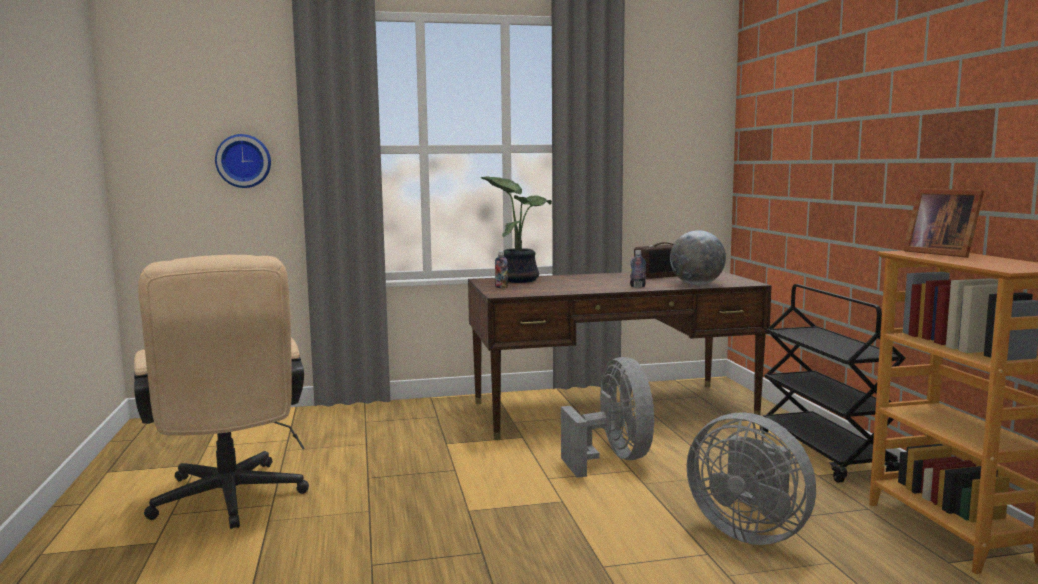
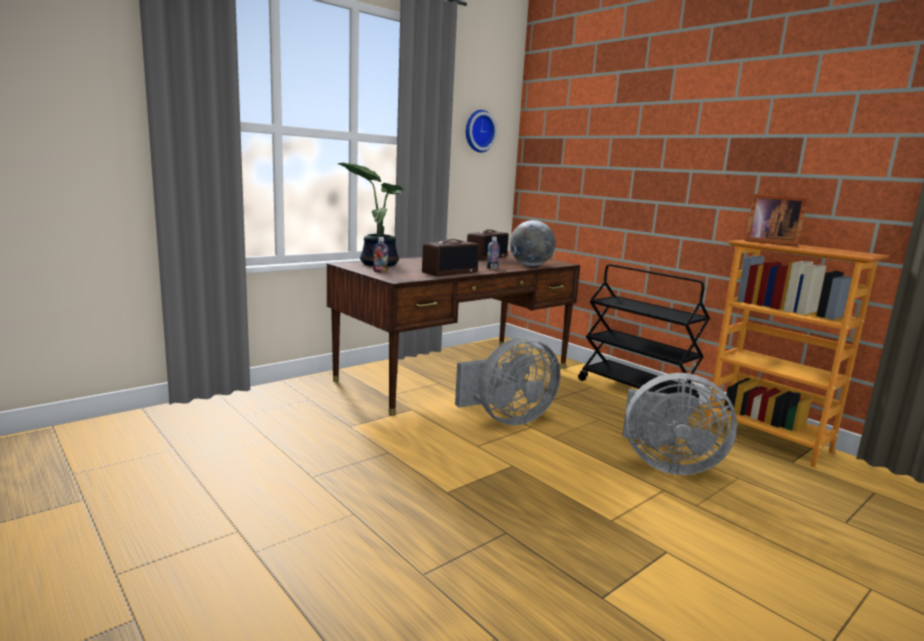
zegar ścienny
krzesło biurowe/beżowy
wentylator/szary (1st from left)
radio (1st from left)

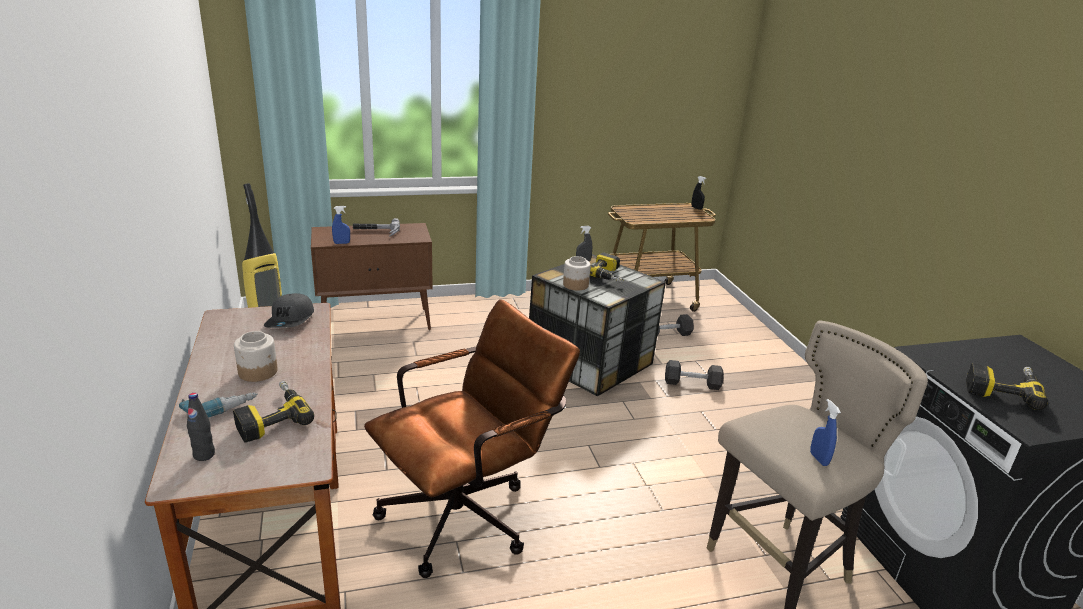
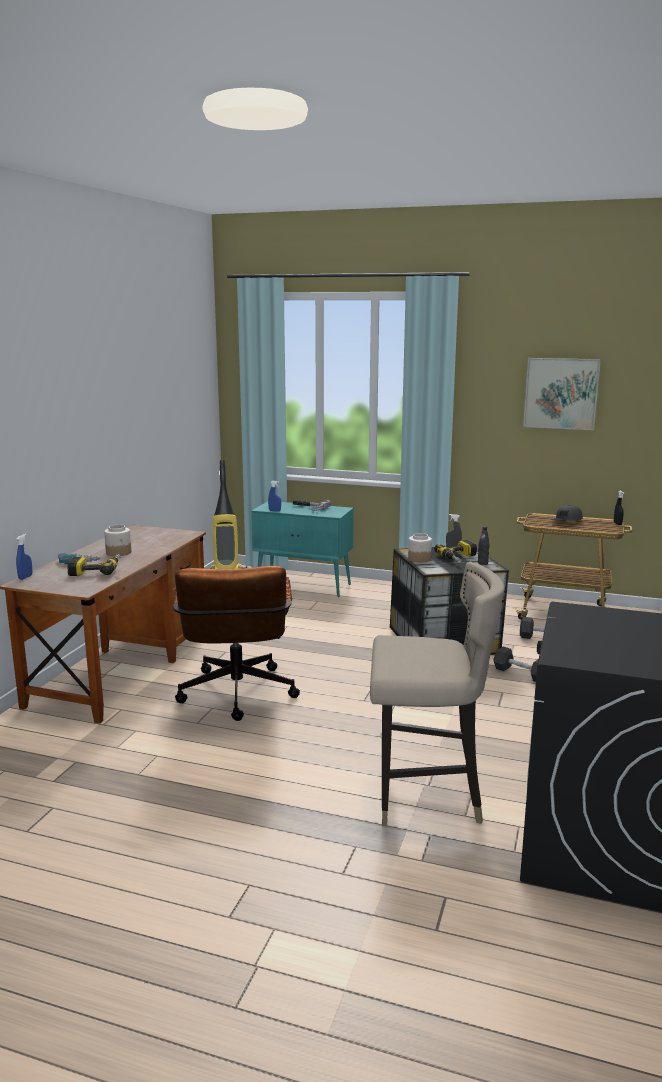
szafka/turkusowy
czapka z daszkiem/szary
krzesło biurowe/brązowy
wiertarka (4th from left in the first image)
butelka/czarny
spryskiwacz/niebieski (1st from left)
obraz

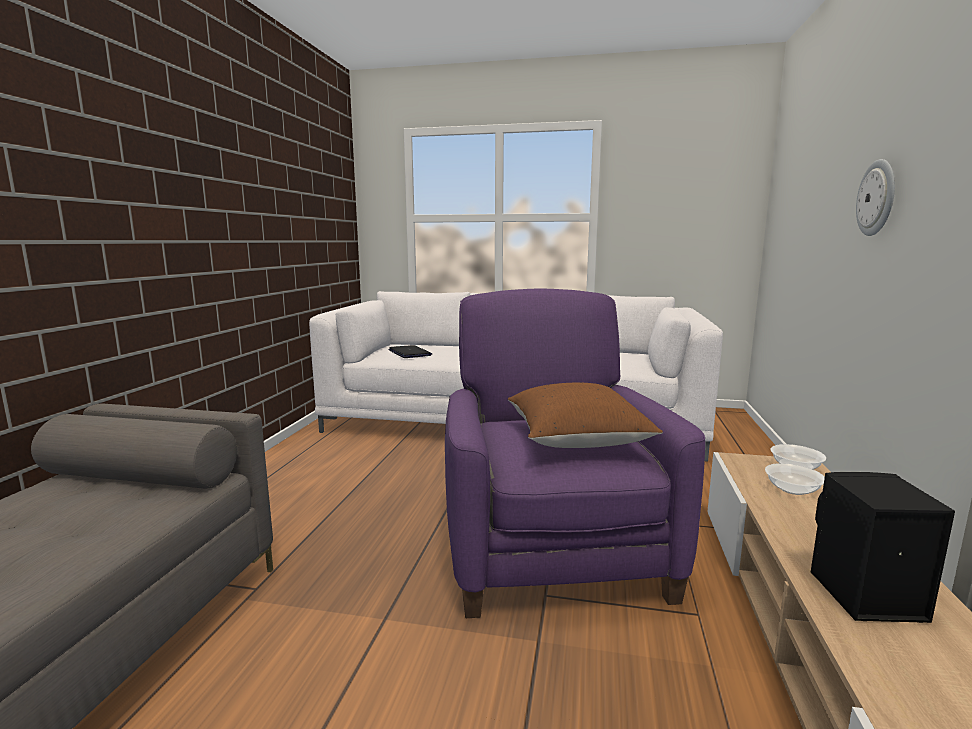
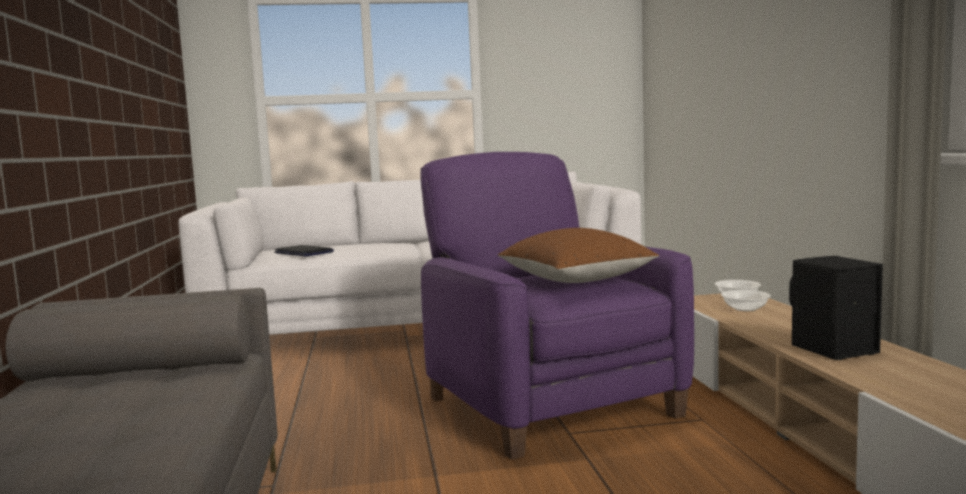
zegar ścienny

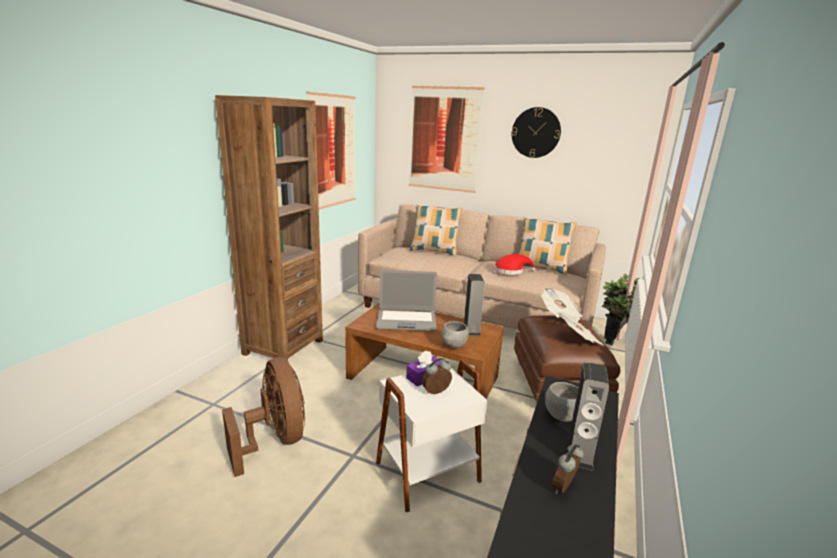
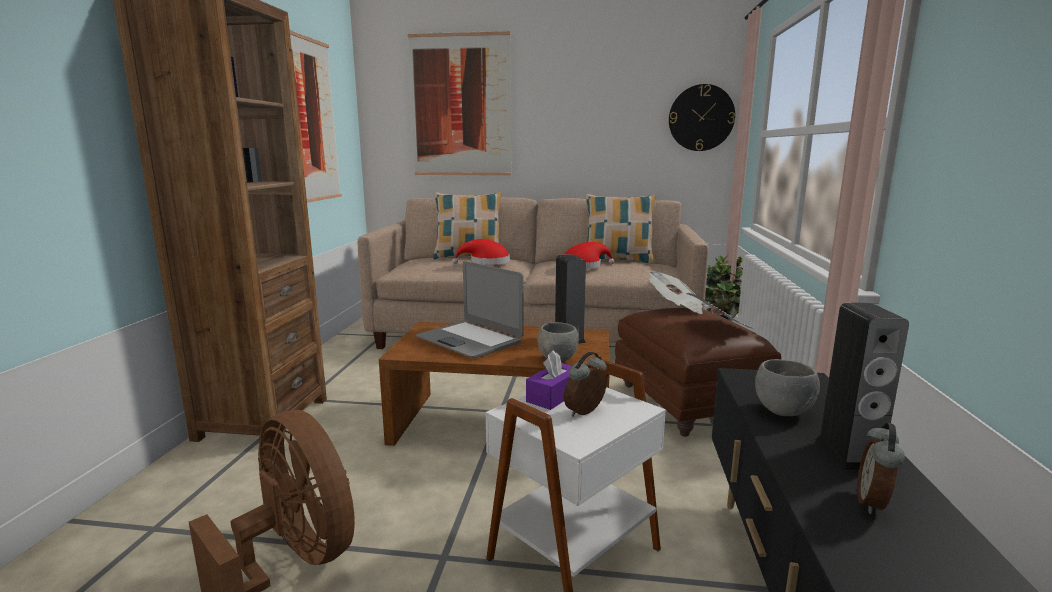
zegar ścienny
laptop
kapelusz/czerwony (1st from left)

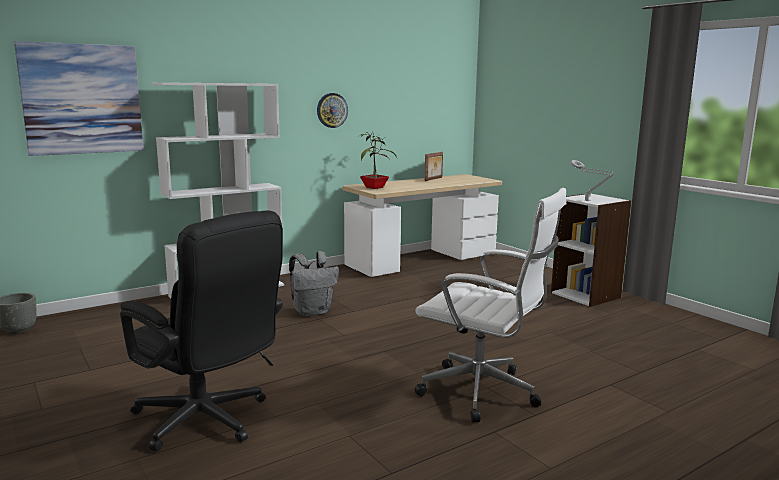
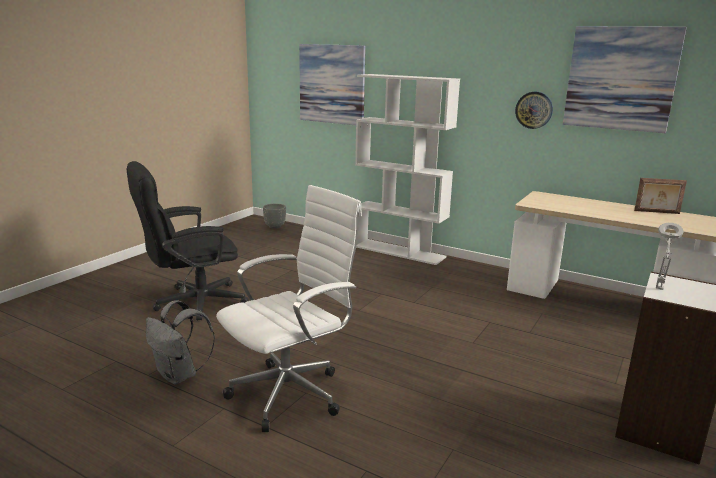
roślina doniczkowa
krzesło biurowe/biały
krzesło biurowe/czarny
plecak/szary
obraz (2nd from left)

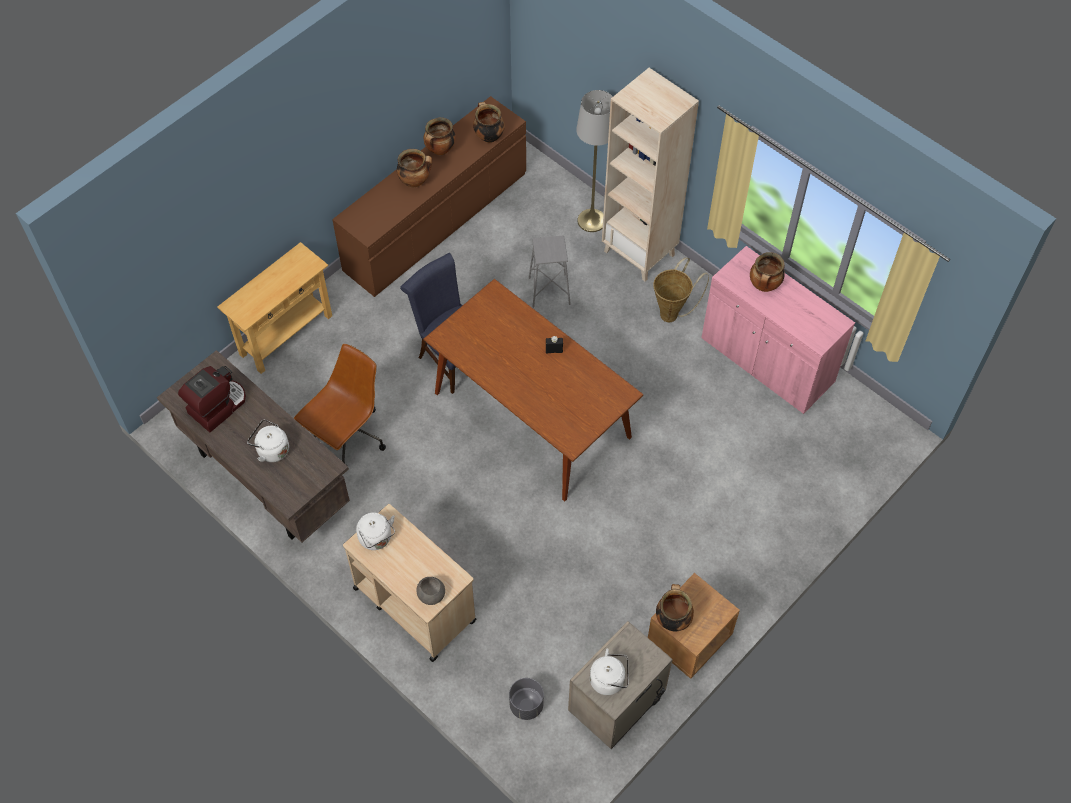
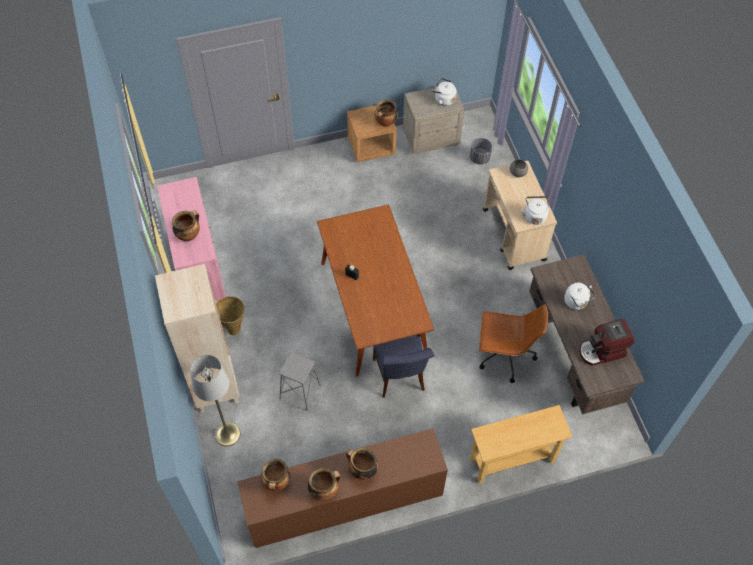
krzesło biurowe/brązowy

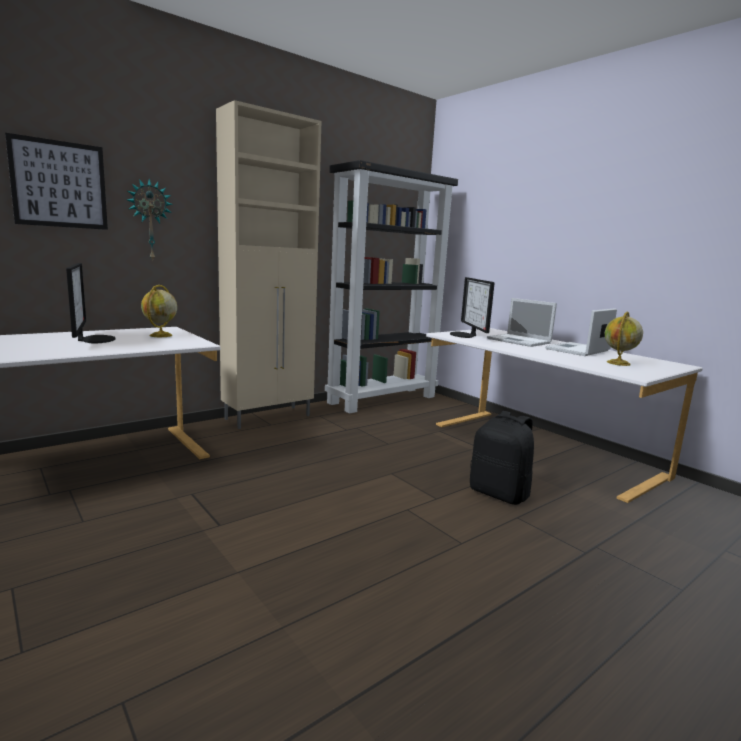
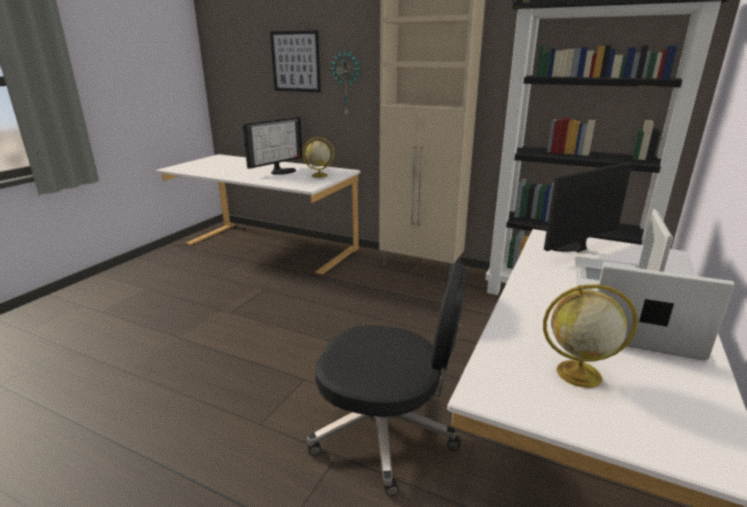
krzesło biurowe/czarny

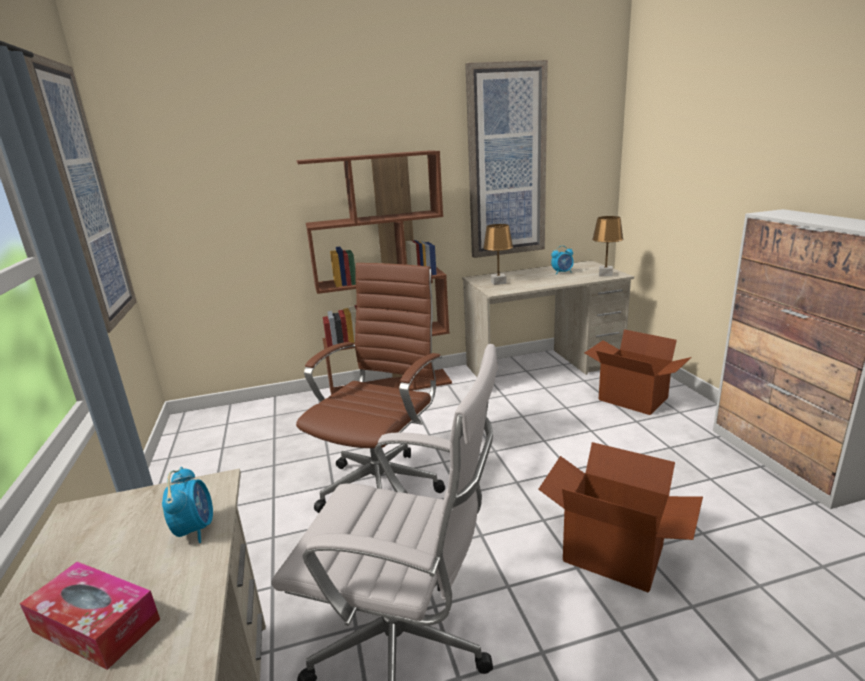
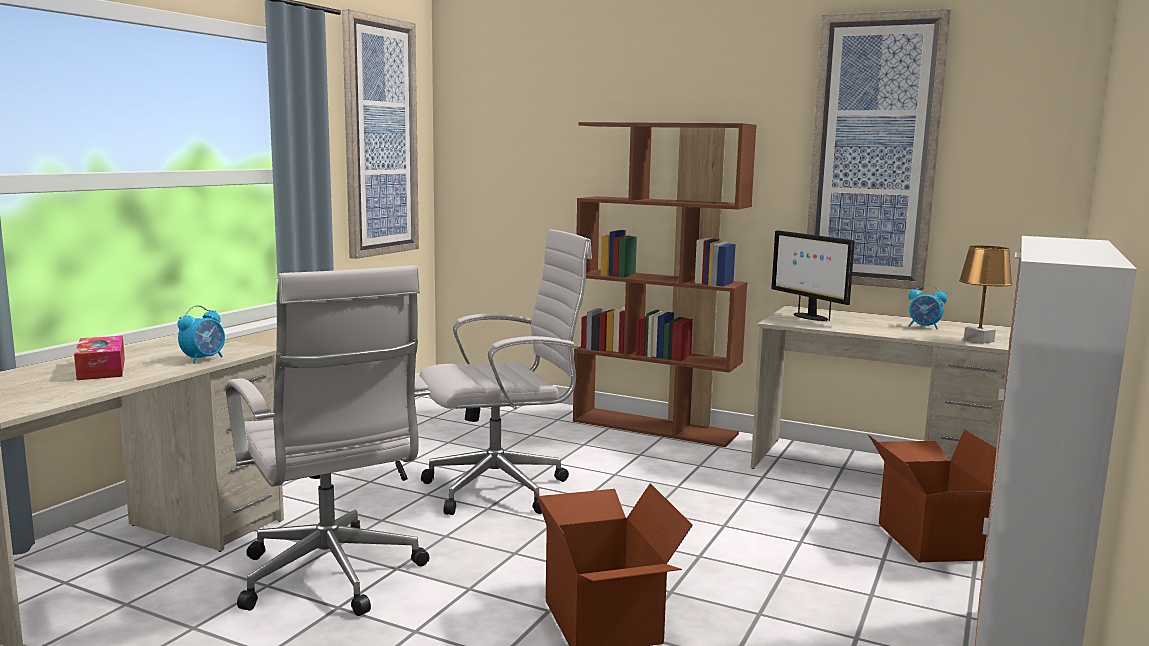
monitor
krzesło biurowe/biały (2nd from left)

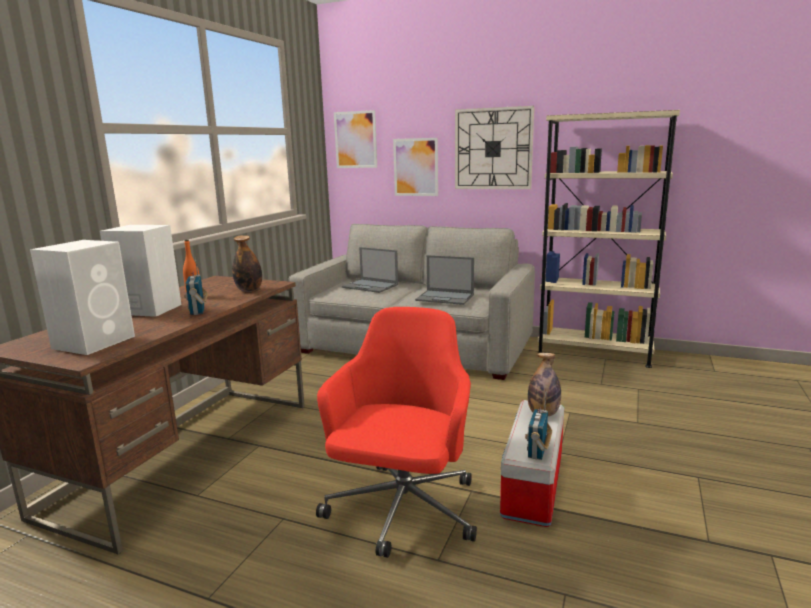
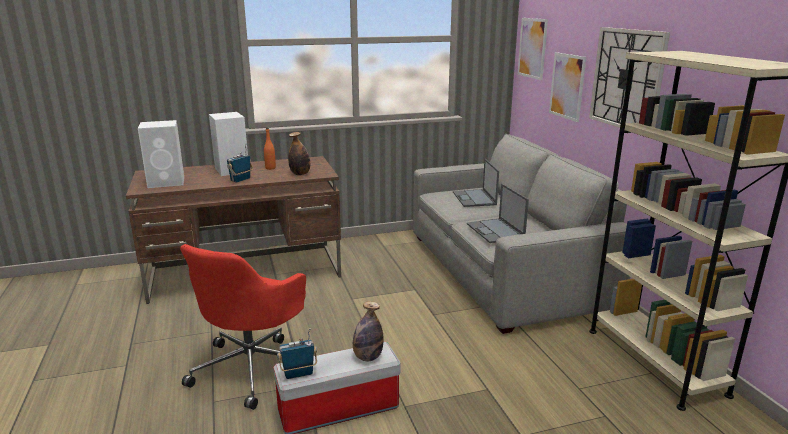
krzesło biurowe/czerwony

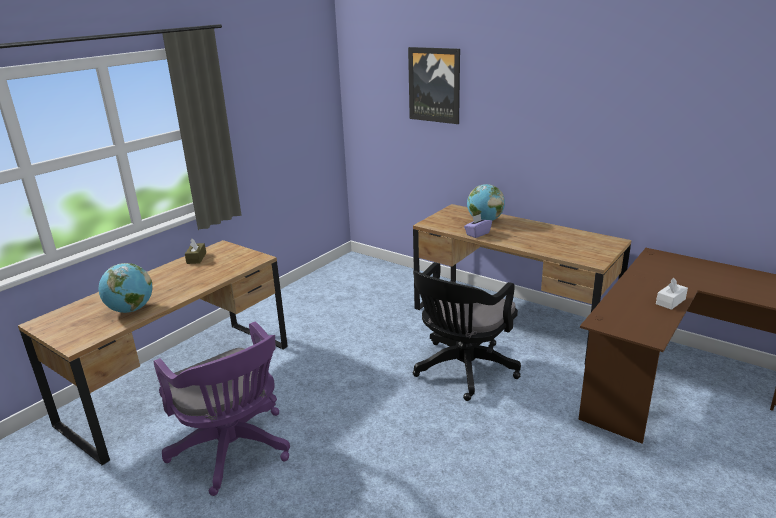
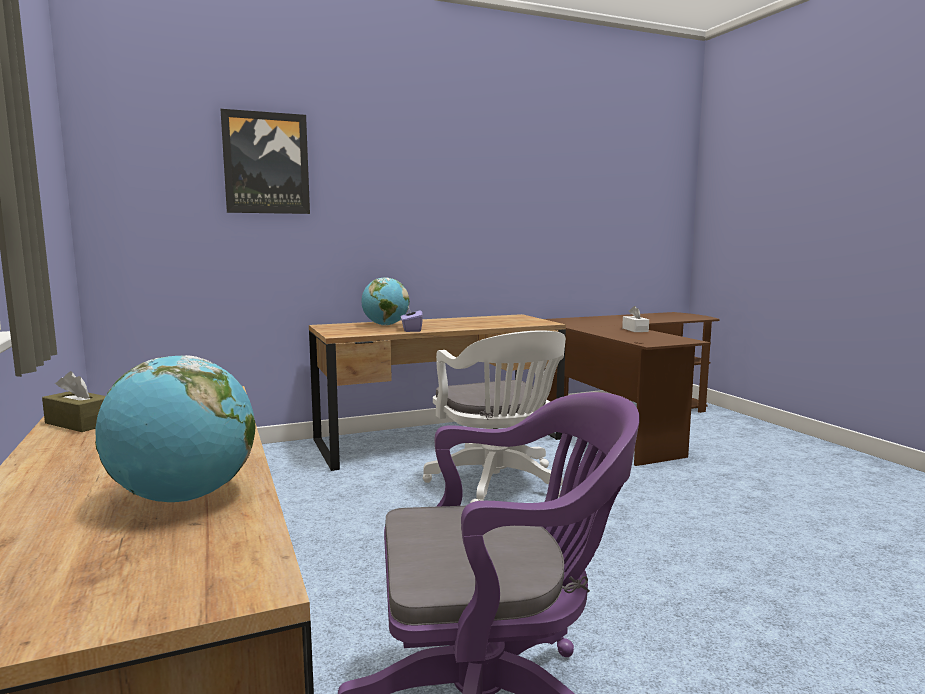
krzesło biurowe/biały

